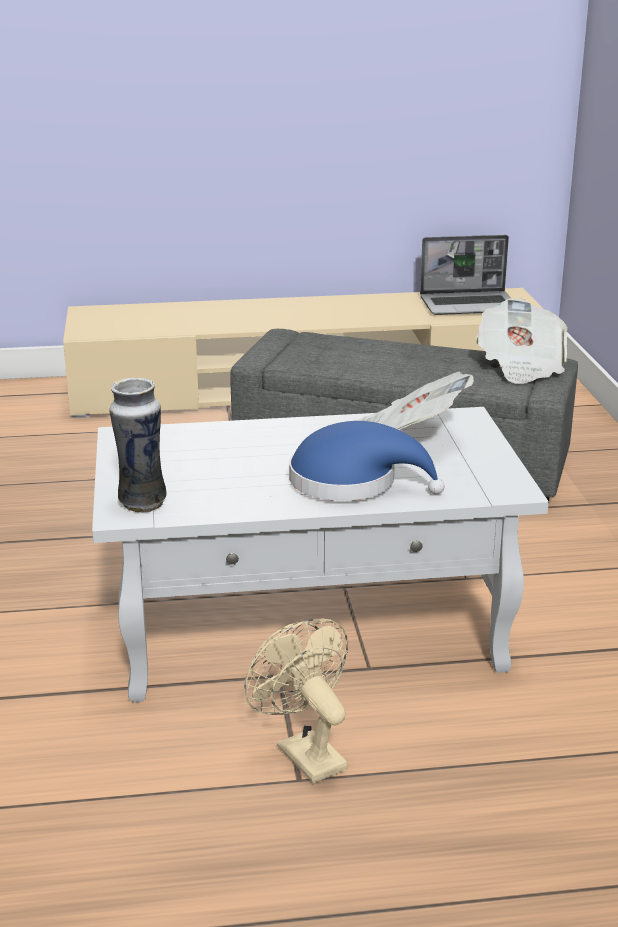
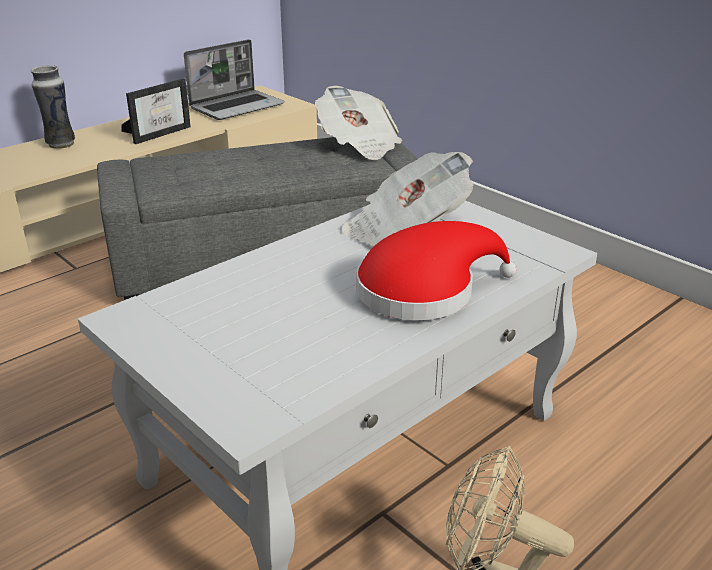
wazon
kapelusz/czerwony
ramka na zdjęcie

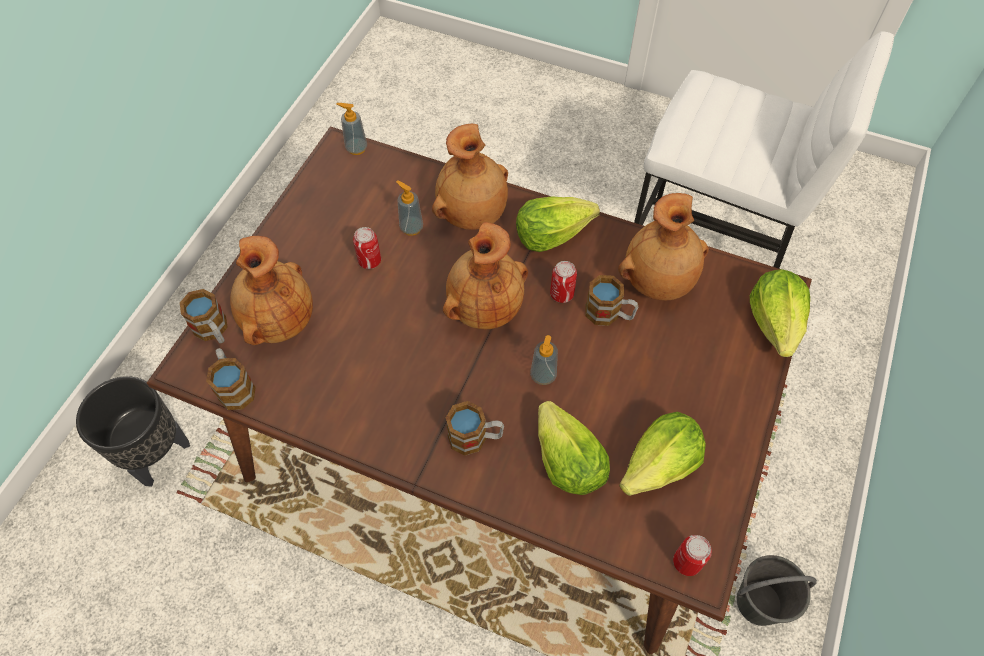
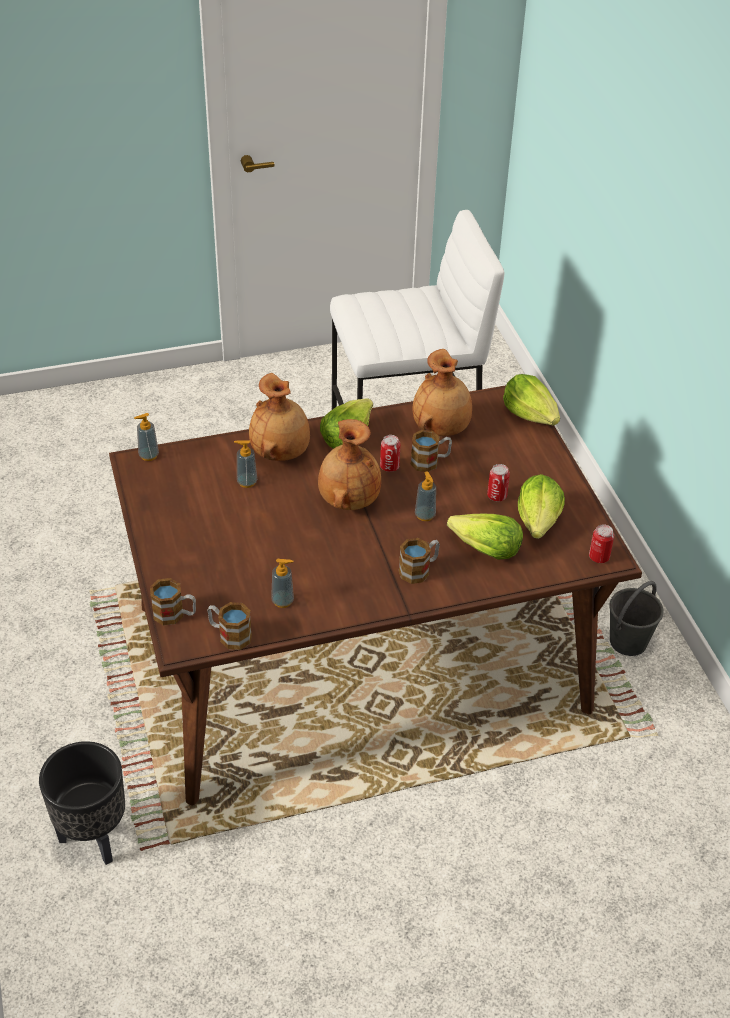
puszka (2nd from left)
wazon/brązowy (1st from left in the first image)
dozownik mydła (3rd from left)

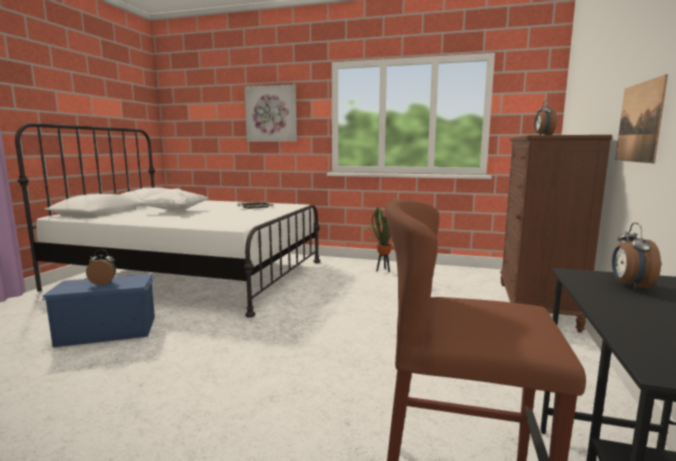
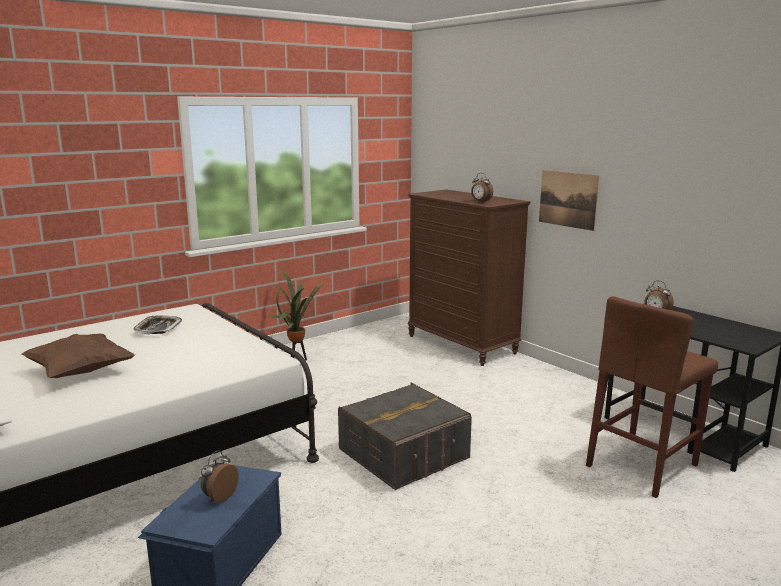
obraz (1st from left in the first image)
poduszka/brązowy
pojemnik do przechowywania/szary

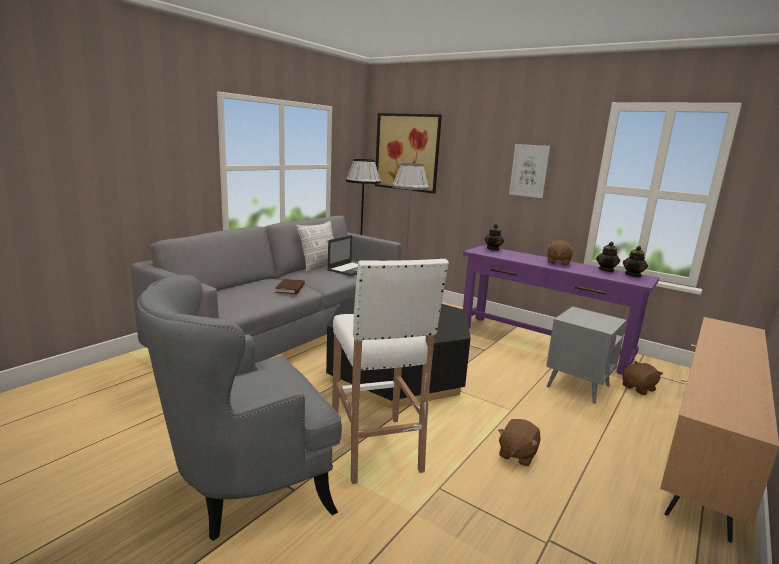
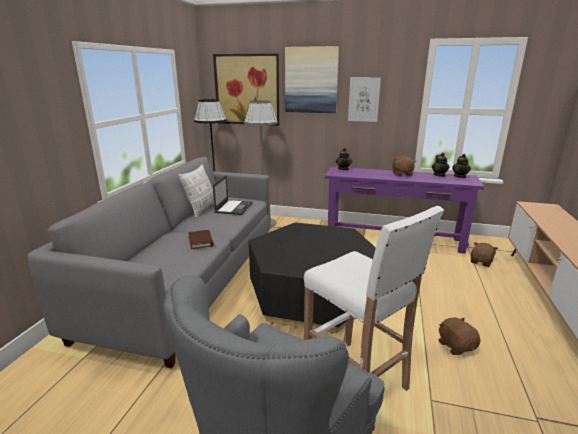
stolik/szary
pluszak/brązowy (2nd from left)
obraz (2nd from left)

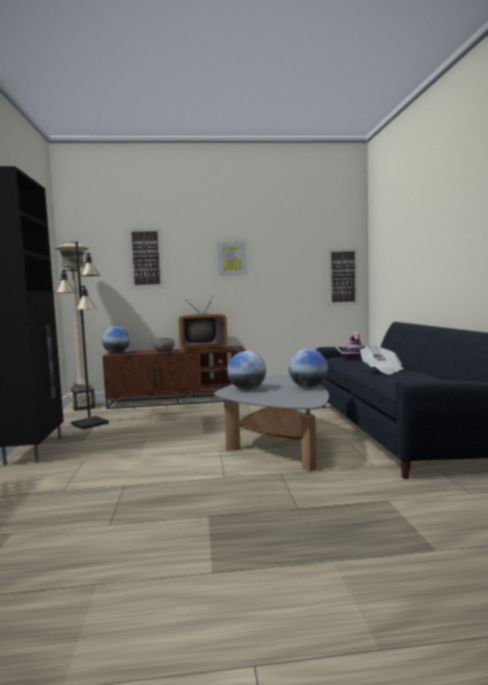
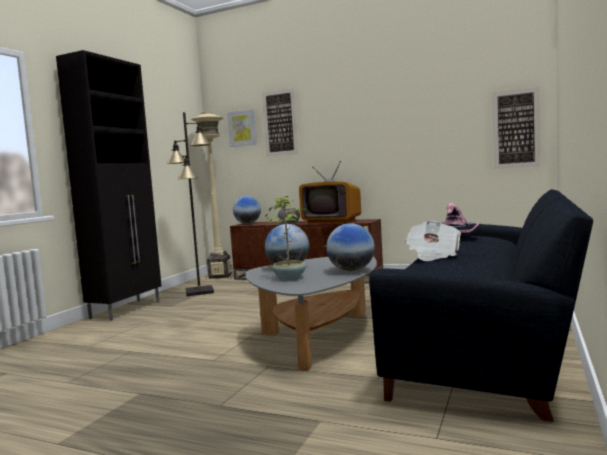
obraz (1st from left)
roślina doniczkowa

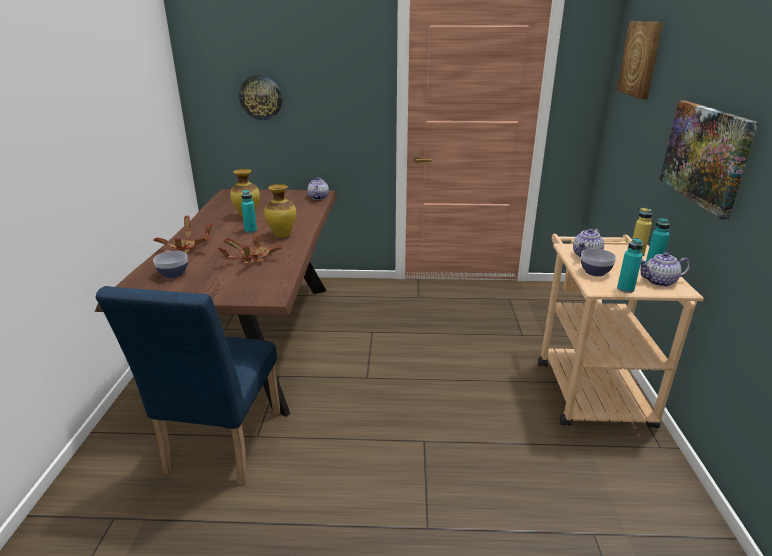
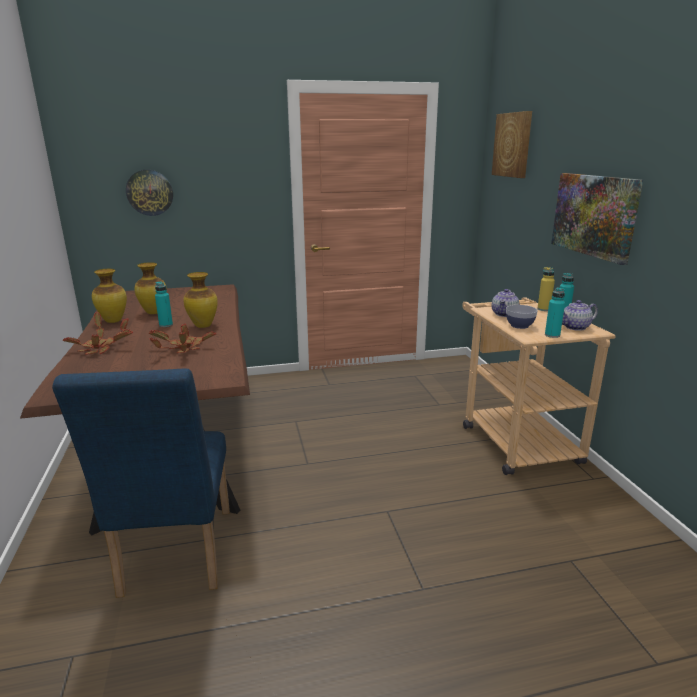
imbryk (1st from left in the first image)
miska (1st from left in the first image)
wazon (1st from left)

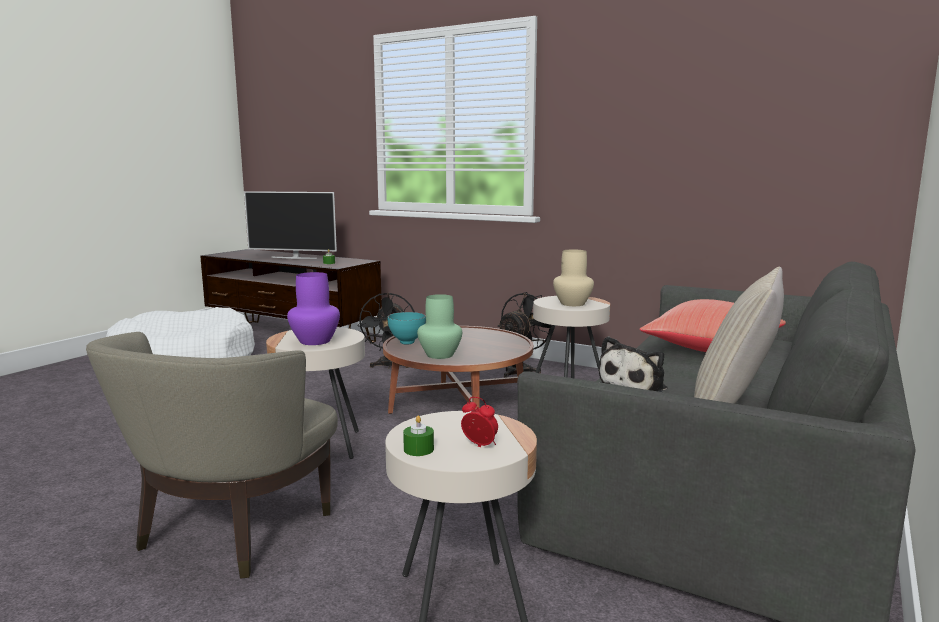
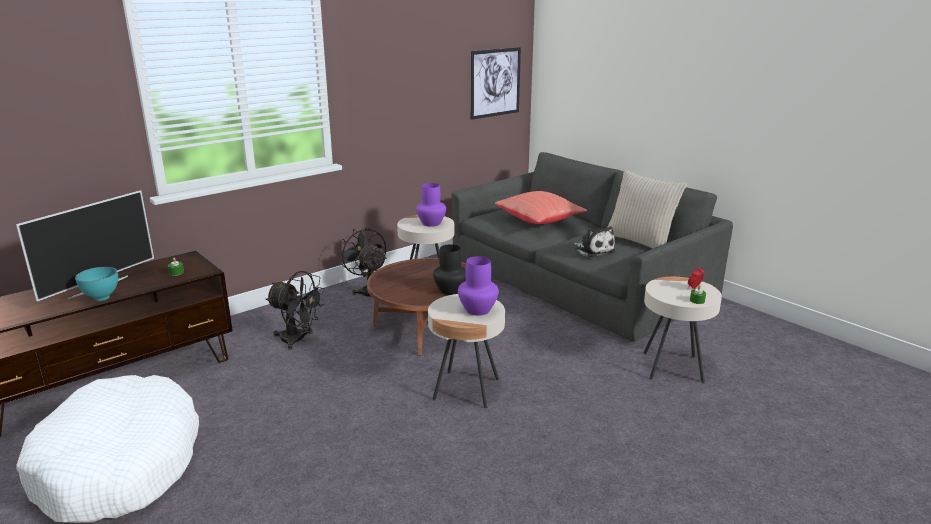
wazon/fioletowy (1st from left)
wazon/czarny
miska/turkusowy
fotel/beżowy
obraz

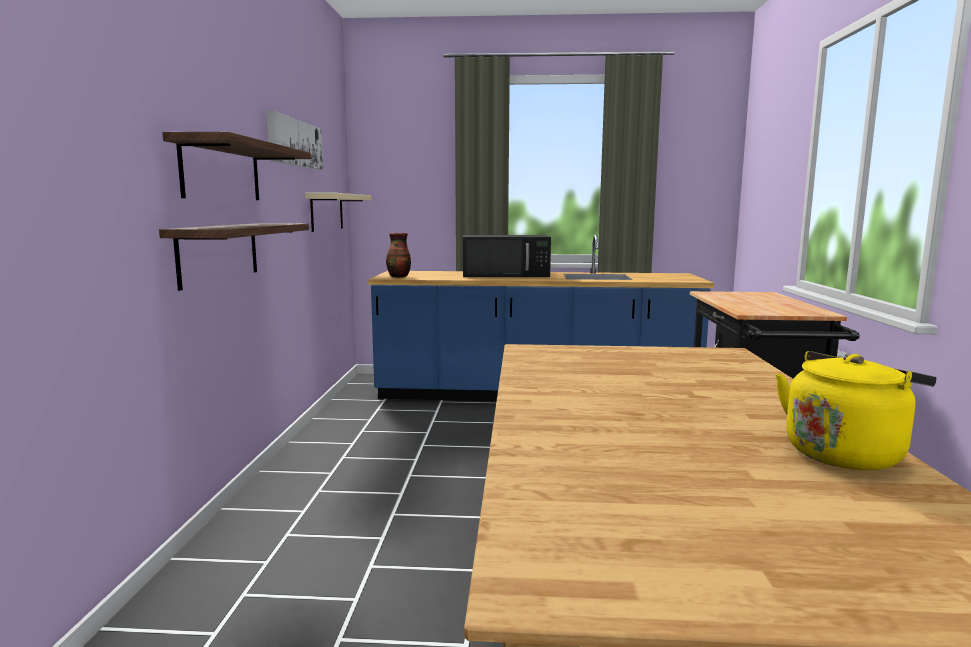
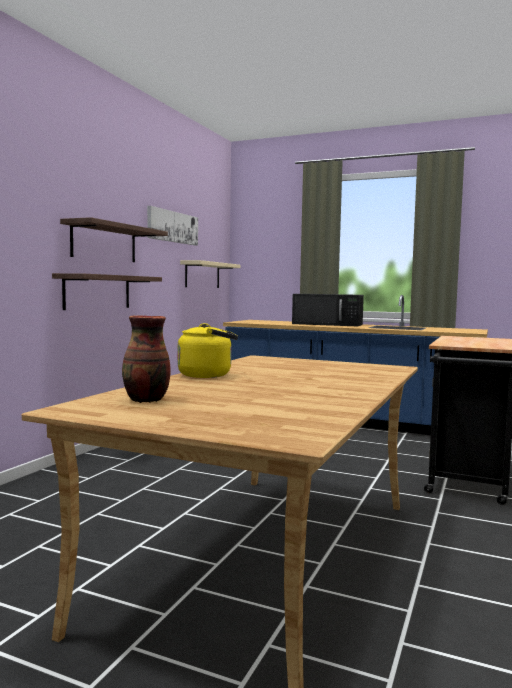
wazon
czajnik/żółty

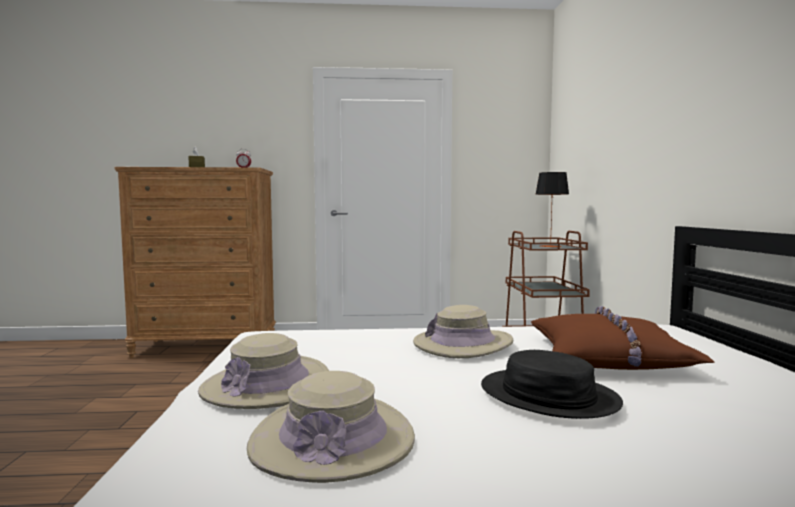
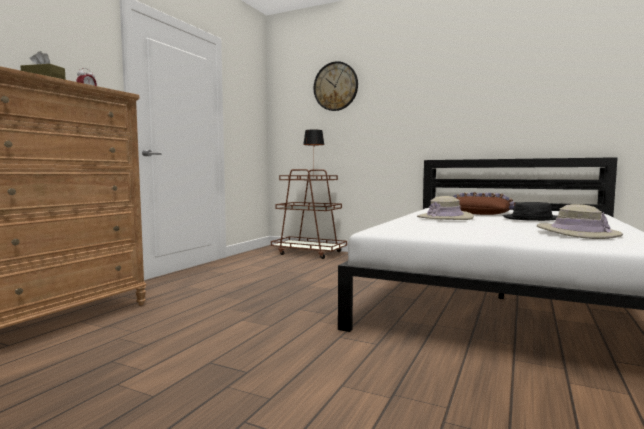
kapelusz/beżowy (1st from left in the first image)
zegar ścienny

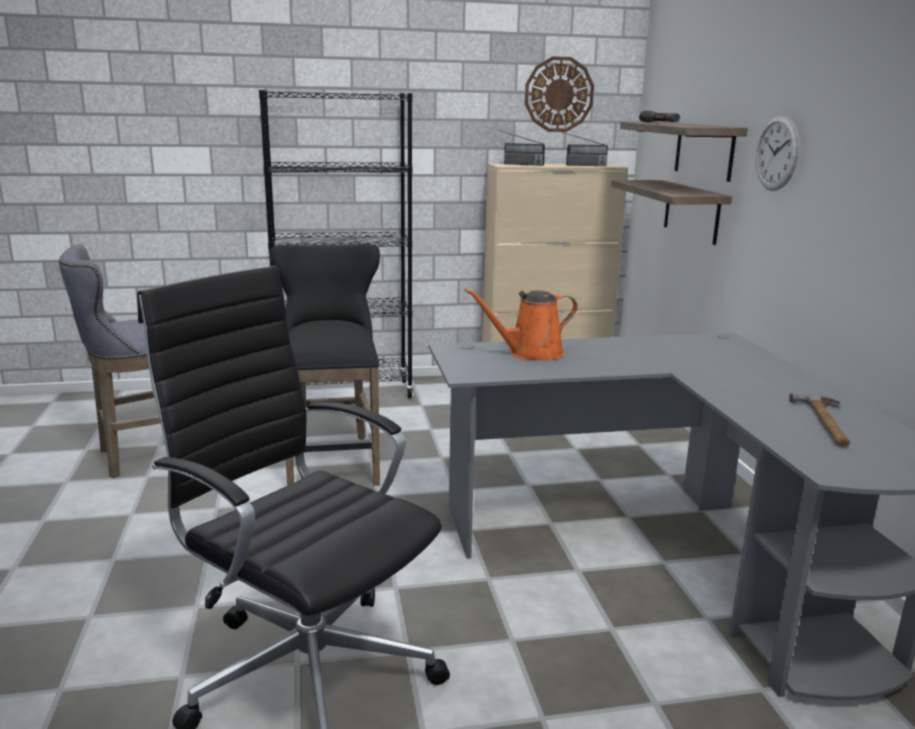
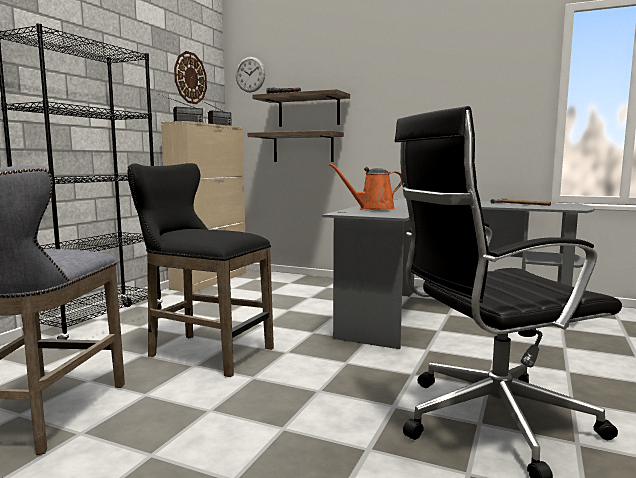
zegar ścienny (2nd from left)
konewka/pomarańczowy

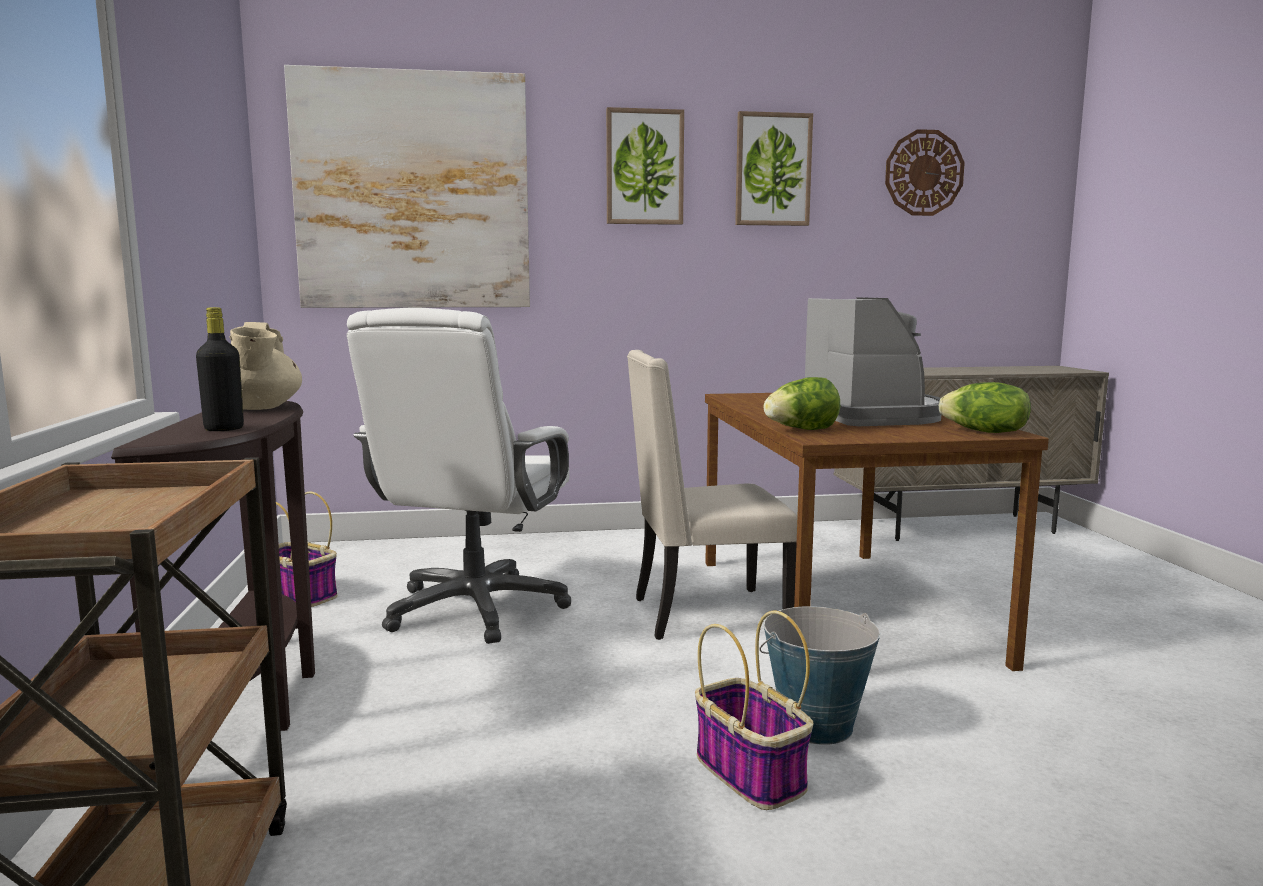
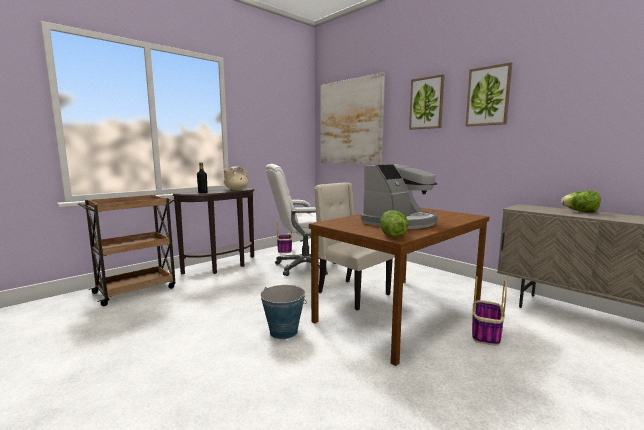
zegar ścienny
sałata (2nd from left)
koszyk (2nd from left)

